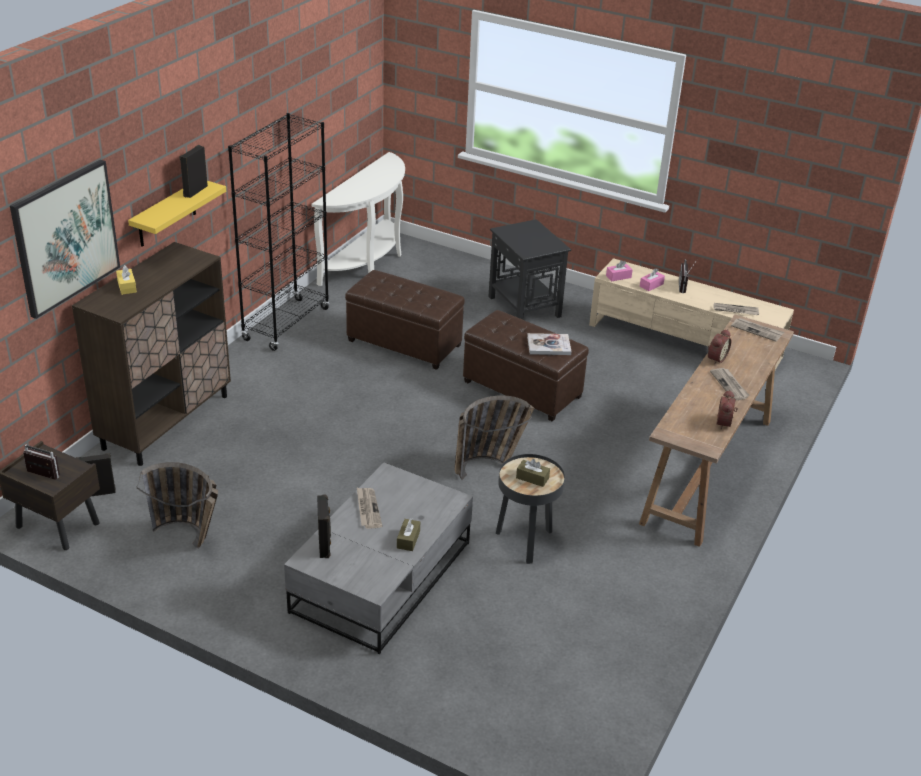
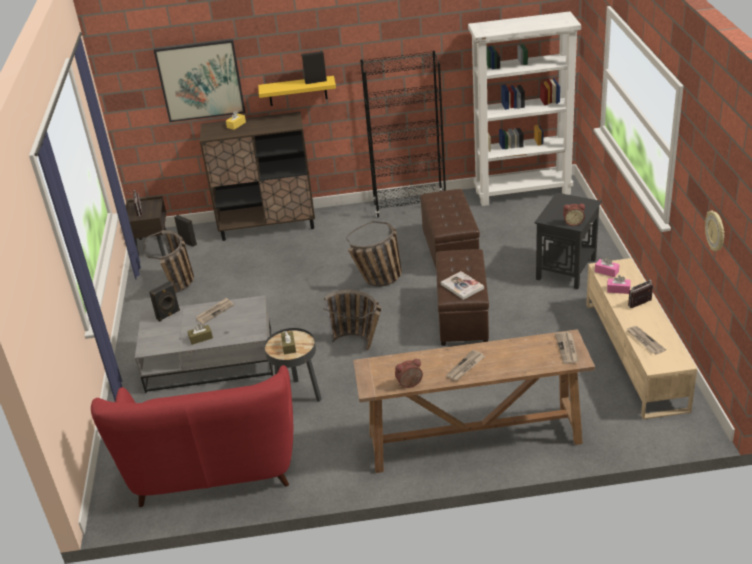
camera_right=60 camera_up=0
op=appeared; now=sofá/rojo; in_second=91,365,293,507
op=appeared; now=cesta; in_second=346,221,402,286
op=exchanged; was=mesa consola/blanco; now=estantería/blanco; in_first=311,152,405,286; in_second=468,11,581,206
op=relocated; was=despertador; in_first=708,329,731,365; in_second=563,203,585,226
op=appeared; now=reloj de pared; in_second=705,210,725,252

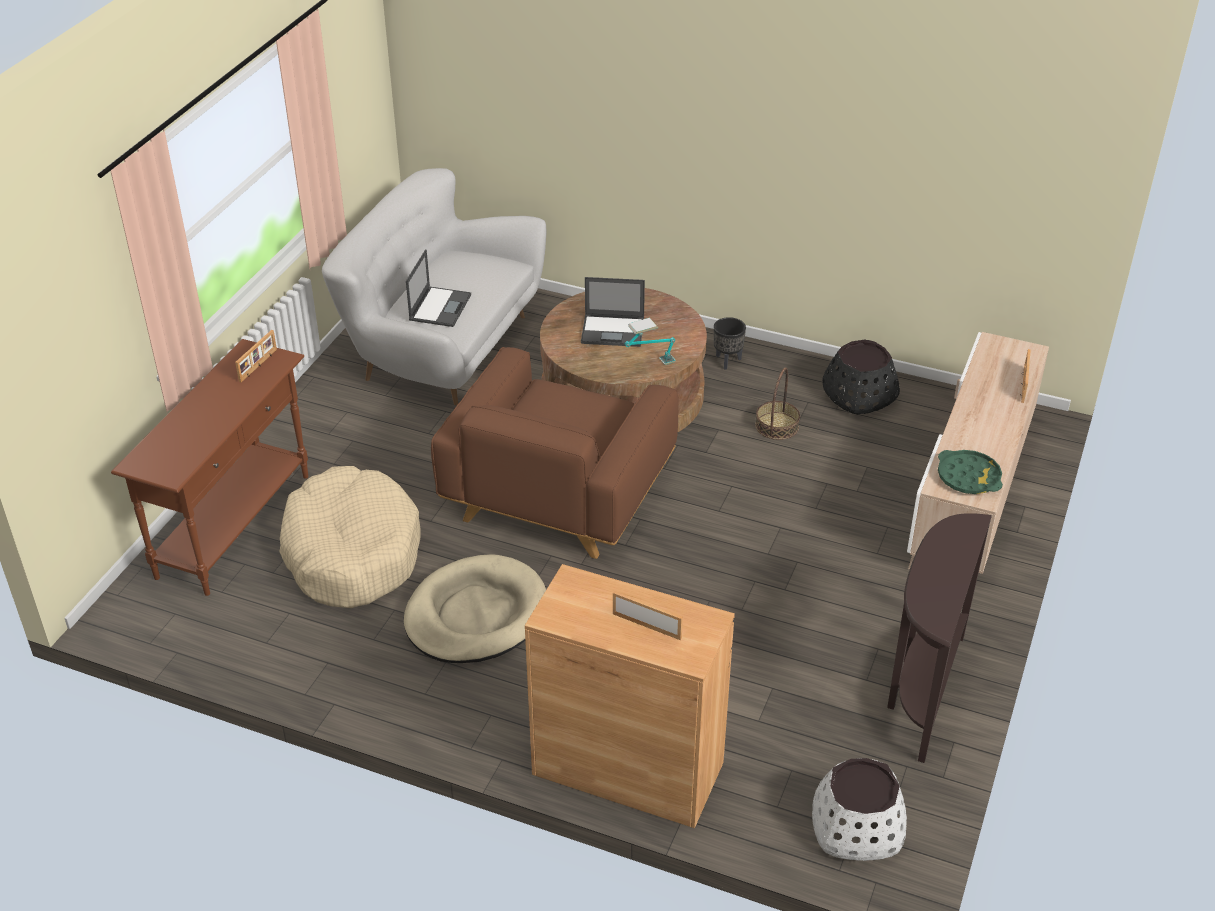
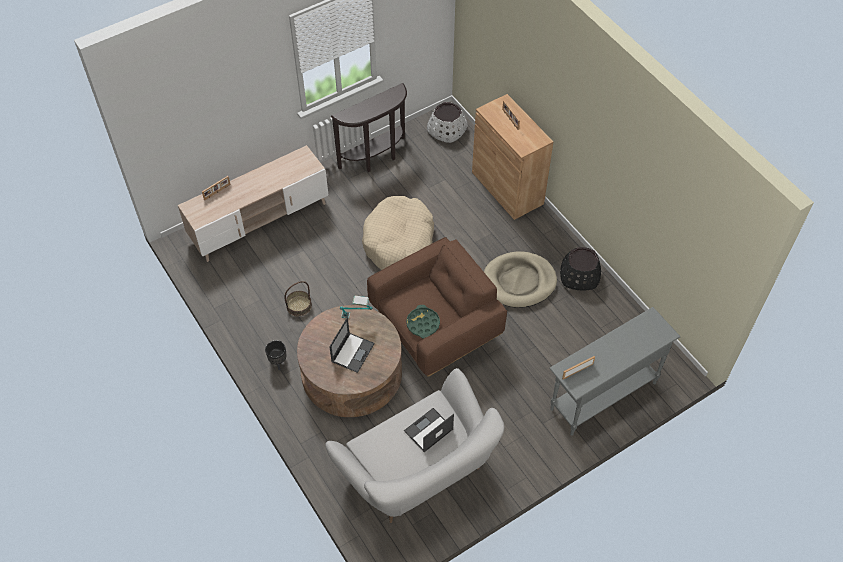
camera_right=-145 camera_up=15
op=spun; was=portátil; in_first=581,277,645,347; in_second=329,317,375,373; clockwise=75
op=relocated; was=cama para perro/beis; in_first=279,466,420,608; in_second=362,196,434,270
op=relocated; was=bandeja/verde; in_first=938,450,1003,494; in_second=406,305,440,339
op=colour; was=mesa consola/marrón; now=mesa consola/gris; in_first=111,339,309,596; in_second=549,307,680,436
op=relocated; was=maceta/negro; in_first=822,340,900,414; in_second=560,247,601,290

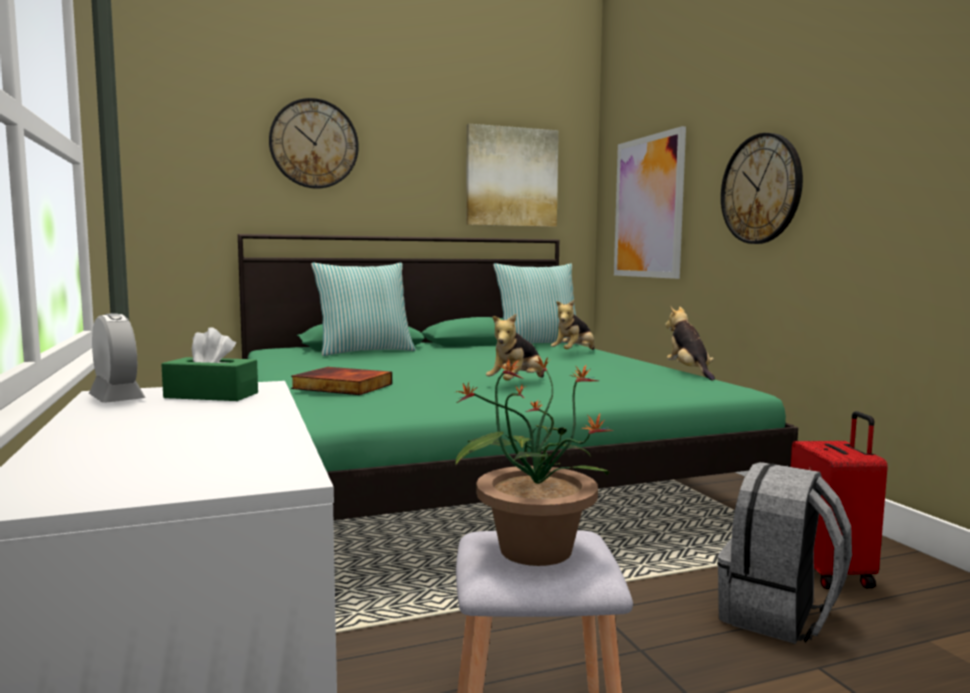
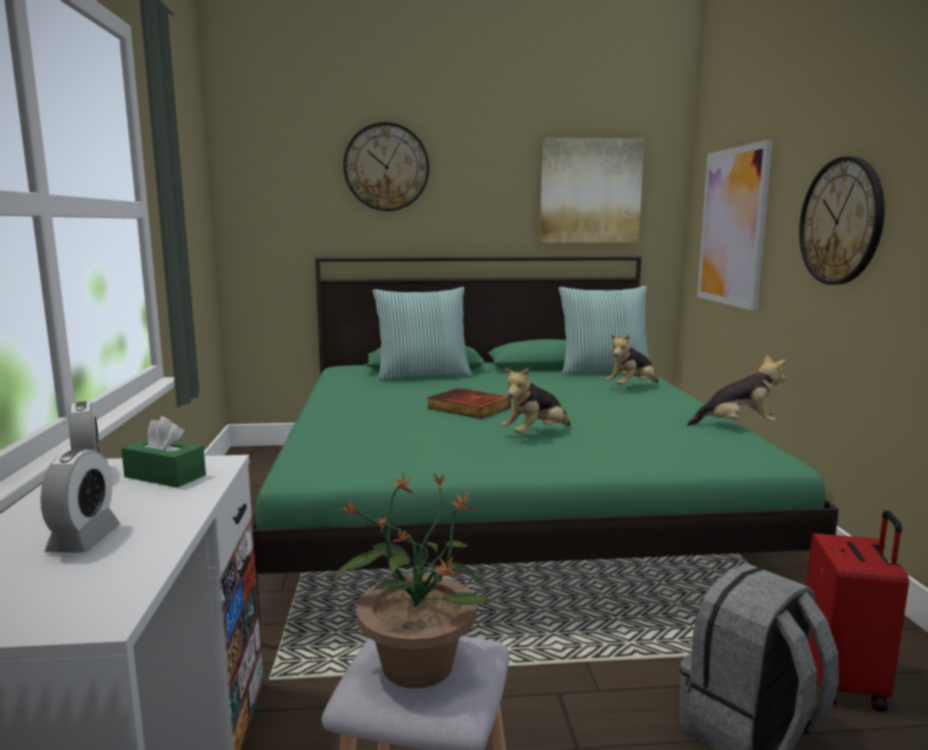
camera_right=15 camera_up=5
op=appeared; now=despertador; in_second=40,448,120,553
op=relocated; was=libro; in_first=291,367,392,395; in_second=427,388,511,419
op=spun; was=peluche; in_first=665,306,715,381; in_second=687,354,786,426; clockwise=90

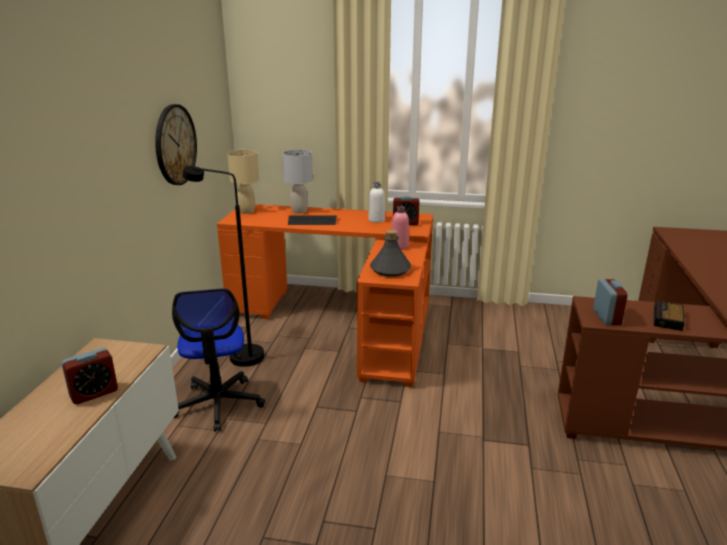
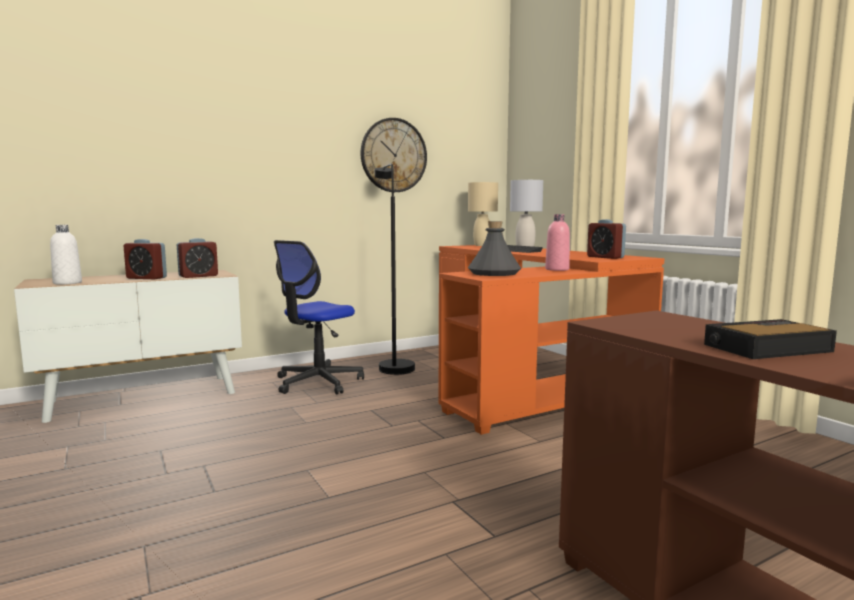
camera_right=50 camera_up=-15
op=relocated; was=botella/blanco; in_first=368,182,385,223; in_second=50,225,82,285
op=relocated; was=despertador; in_first=593,279,628,325; in_second=177,238,218,278

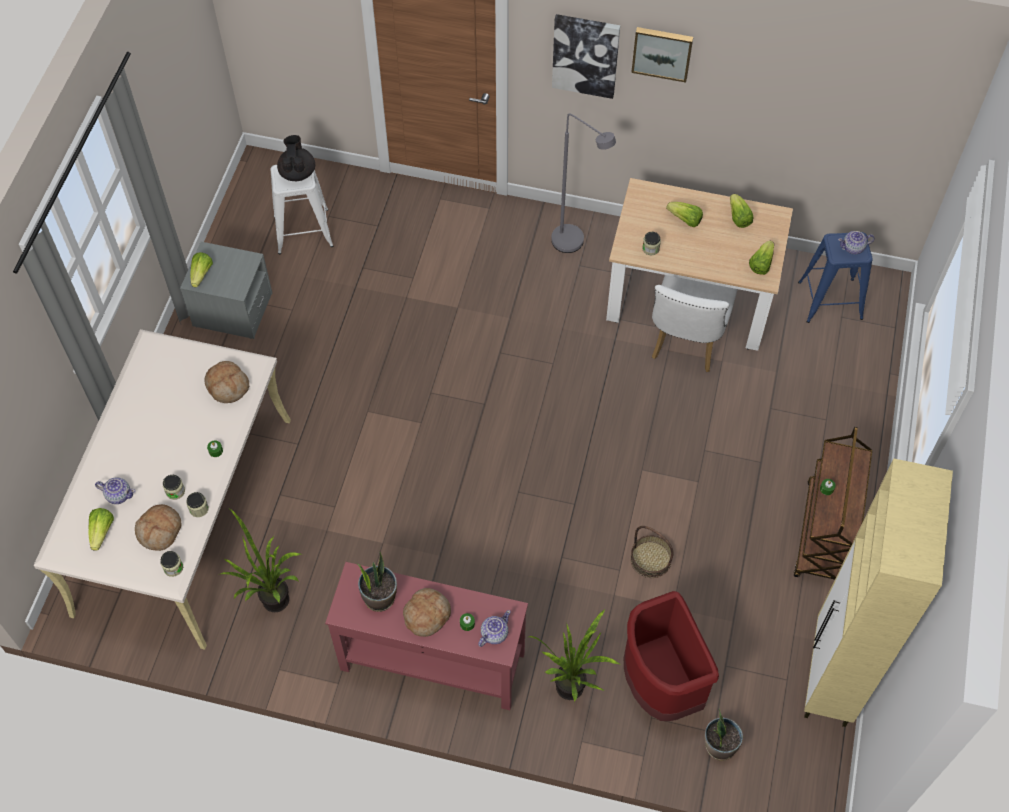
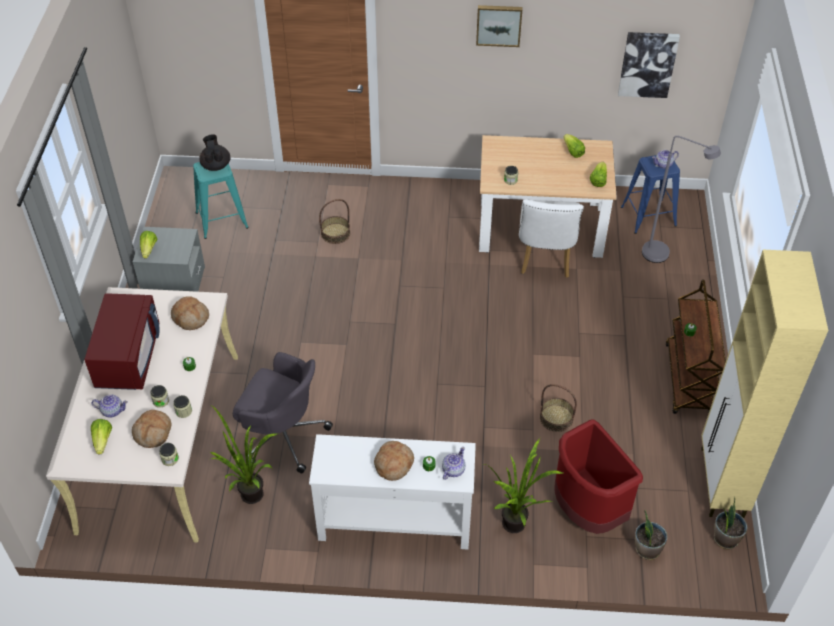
camera_right=-10 camera_up=-10
op=appeared; now=microondas/rojo; in_second=84,293,160,390
op=colour; was=taburete/blanco; now=taburete/turquesa; in_first=270,165,333,254; in_second=193,162,249,239
op=appeared; now=silla de oficina/gris; in_second=233,352,333,473
op=colour; was=mesa consola/rojo; now=mesa consola/blanco; in_first=325,562,528,710; in_second=309,434,476,549
op=appeared; now=cesta; in_second=319,199,350,244
op=relocated; was=cuadro; in_first=552,14,620,99; in_second=618,32,680,98
op=relocated; was=lámpara de pie/gris; in_first=551,113,616,253; in_second=642,136,721,263
op=relocated; was=planta en maceta; in_first=357,552,397,612; in_second=714,497,747,549
op=missing; was=lechuga; in_first=666,202,703,227

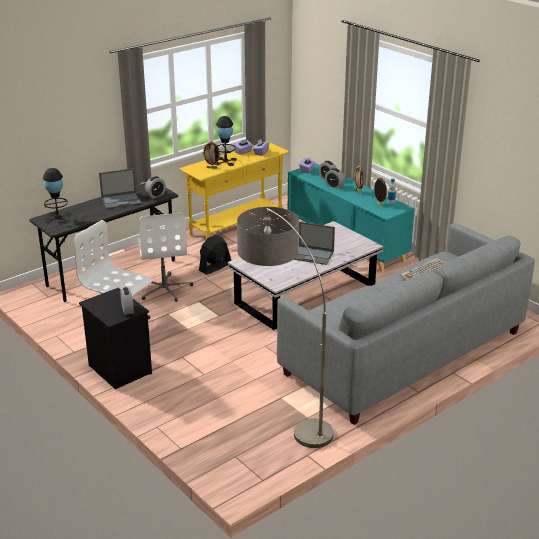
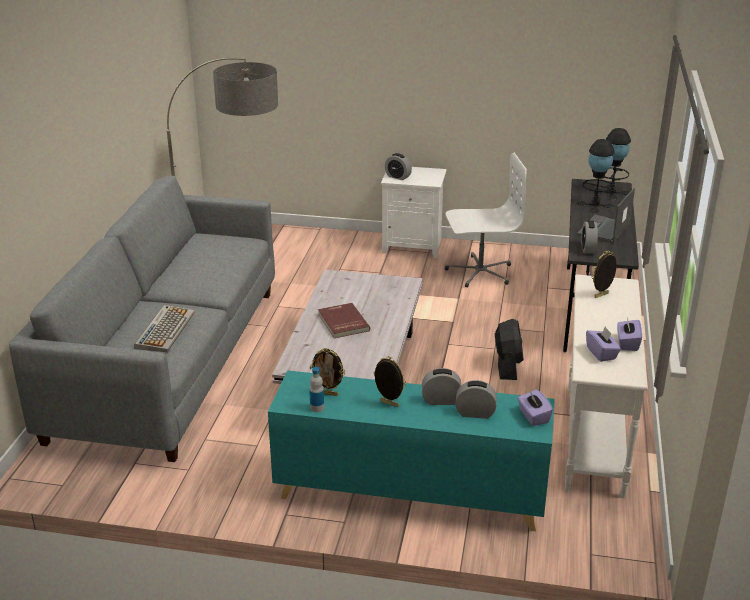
camera_right=140 camera_up=0
op=exchanged; was=portátil; now=libro/rojo; in_first=294,222,335,265; in_second=318,303,370,339
op=colour; was=mesita de noche/negro; now=mesita de noche/blanco; in_first=79,288,152,389; in_second=381,167,447,258
op=colour; was=mesa consola/amarillo; now=mesa consola/blanco; in_first=179,141,290,240; in_second=565,274,648,498
op=relocated; was=lámpara de mesa/negro; in_first=215,116,237,166; in_second=577,139,615,213
op=missing; was=silla de oficina/blanco; in_first=138,213,193,302

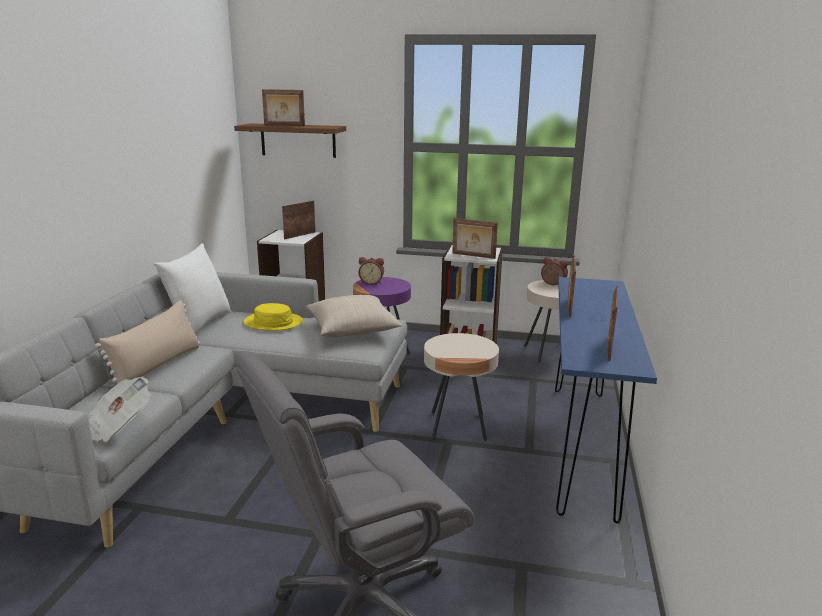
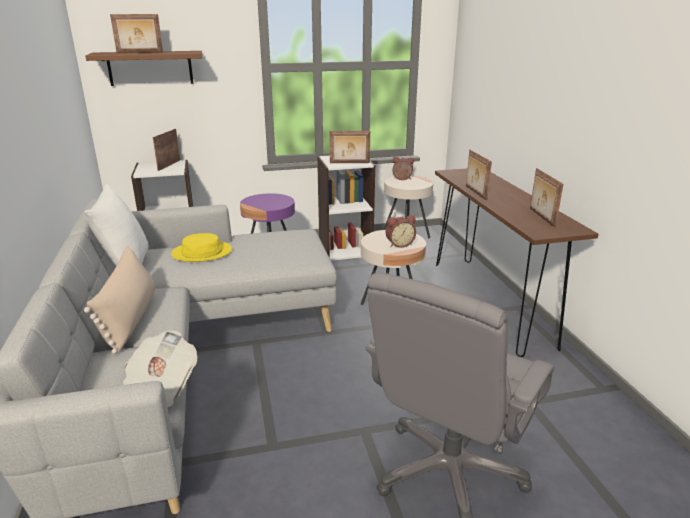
camera_right=-25 camera_up=5
op=relocated; was=despertador; in_first=359,257,384,285; in_second=386,215,416,248
op=colour; was=mesa consola/azul; now=mesa consola/marrón; in_first=555,277,657,523; in_second=435,168,599,357
op=missing; was=cojín/beis; in_first=306,295,402,337

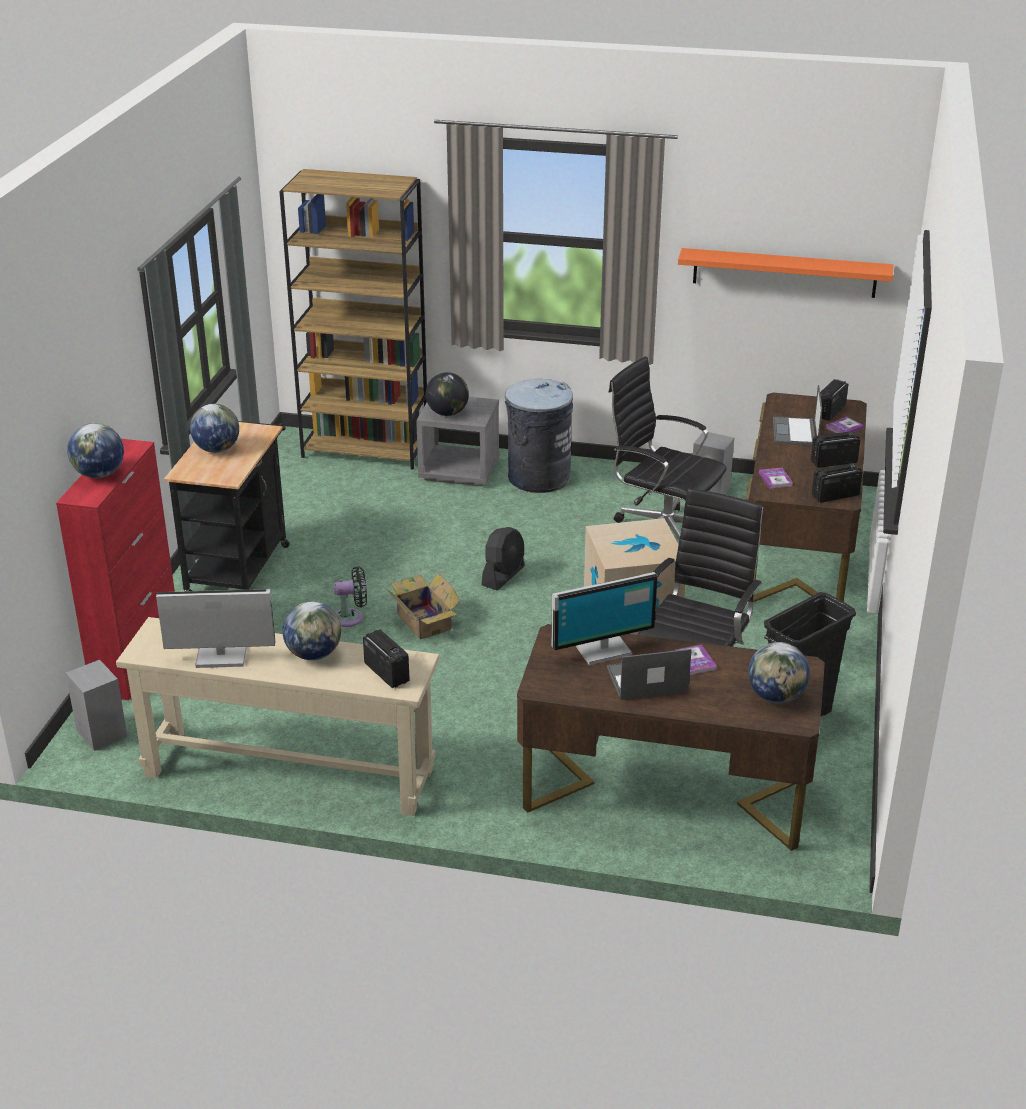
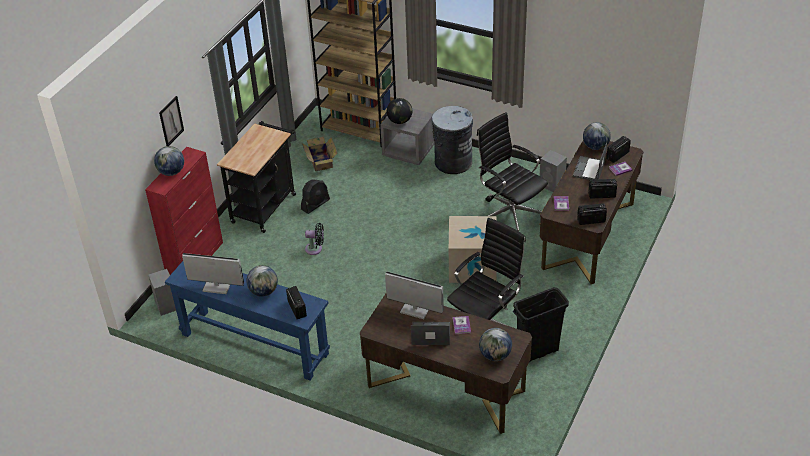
camera_right=15 camera_up=10
op=appeared; now=cuadro; in_second=159,96,184,146
op=colour; was=mesa consola/beis; now=mesa consola/azul; in_first=116,617,439,816; in_second=165,261,330,380
op=relocated; was=ventilador/negro; in_first=481,527,525,590; in_second=301,179,330,214
op=relocated; was=caja de cartón; in_first=385,573,460,639; in_second=302,137,337,171
op=spun; was=monitor; in_first=551,572,658,665; in_second=385,272,444,319; clockwise=-150
op=relocated; was=globo terráqueo; in_first=190,404,239,453; in_second=583,122,611,150
op=missing; was=estante/naranja; in_first=678,248,893,298

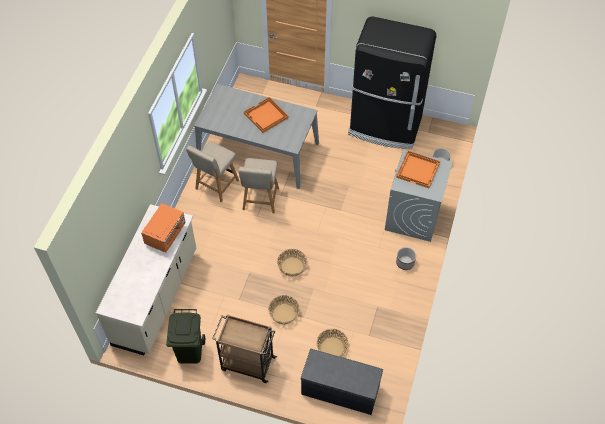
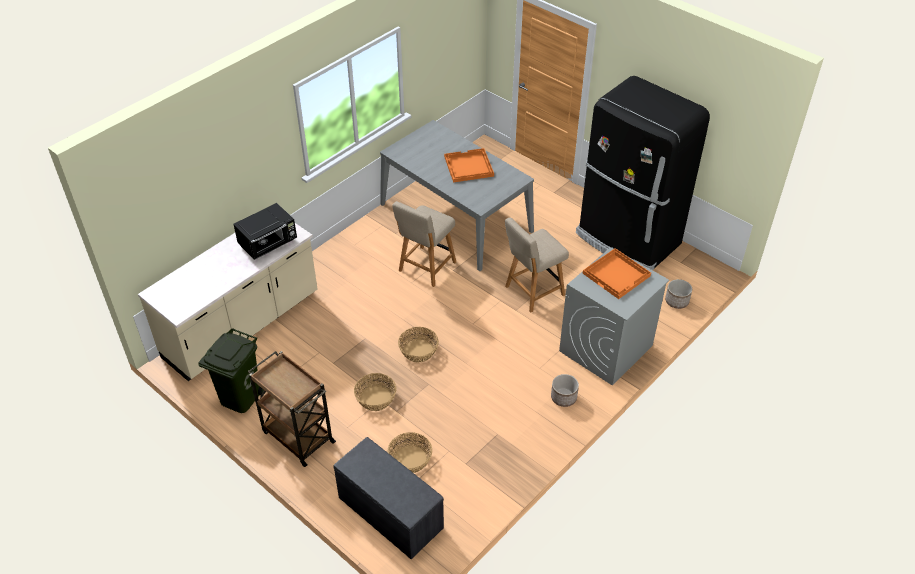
camera_right=25 camera_up=-10
op=colour; was=microondas/naranja; now=microondas/negro; in_first=141,203,186,252; in_second=234,203,297,260
op=relocated; was=silla/beis; in_first=186,142,239,202; in_second=505,218,569,312

